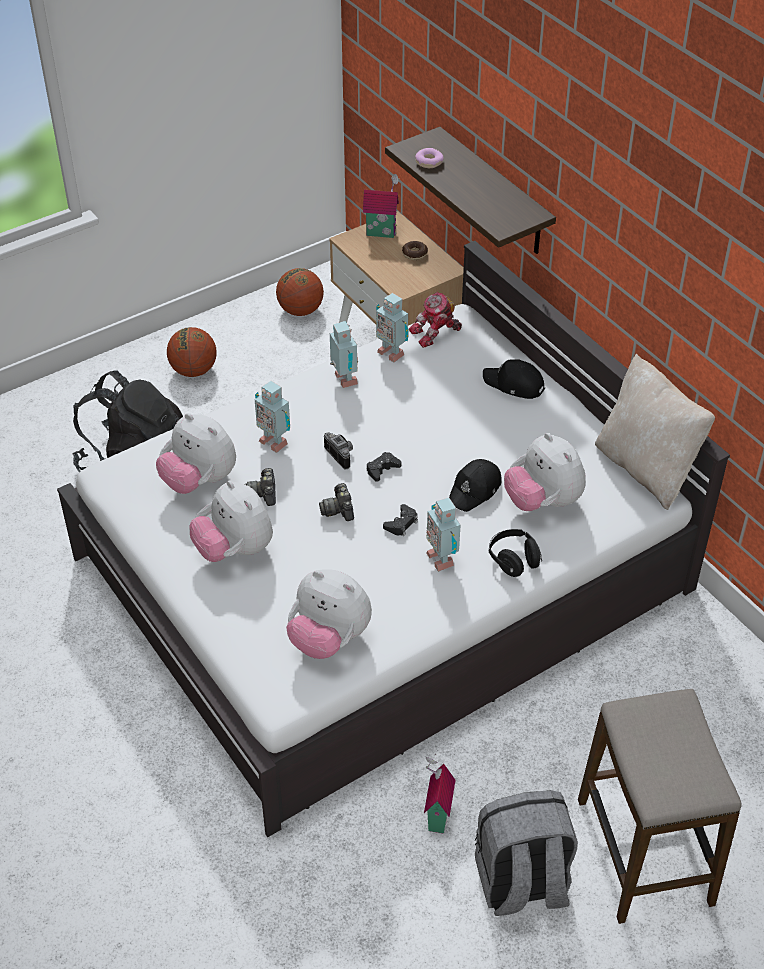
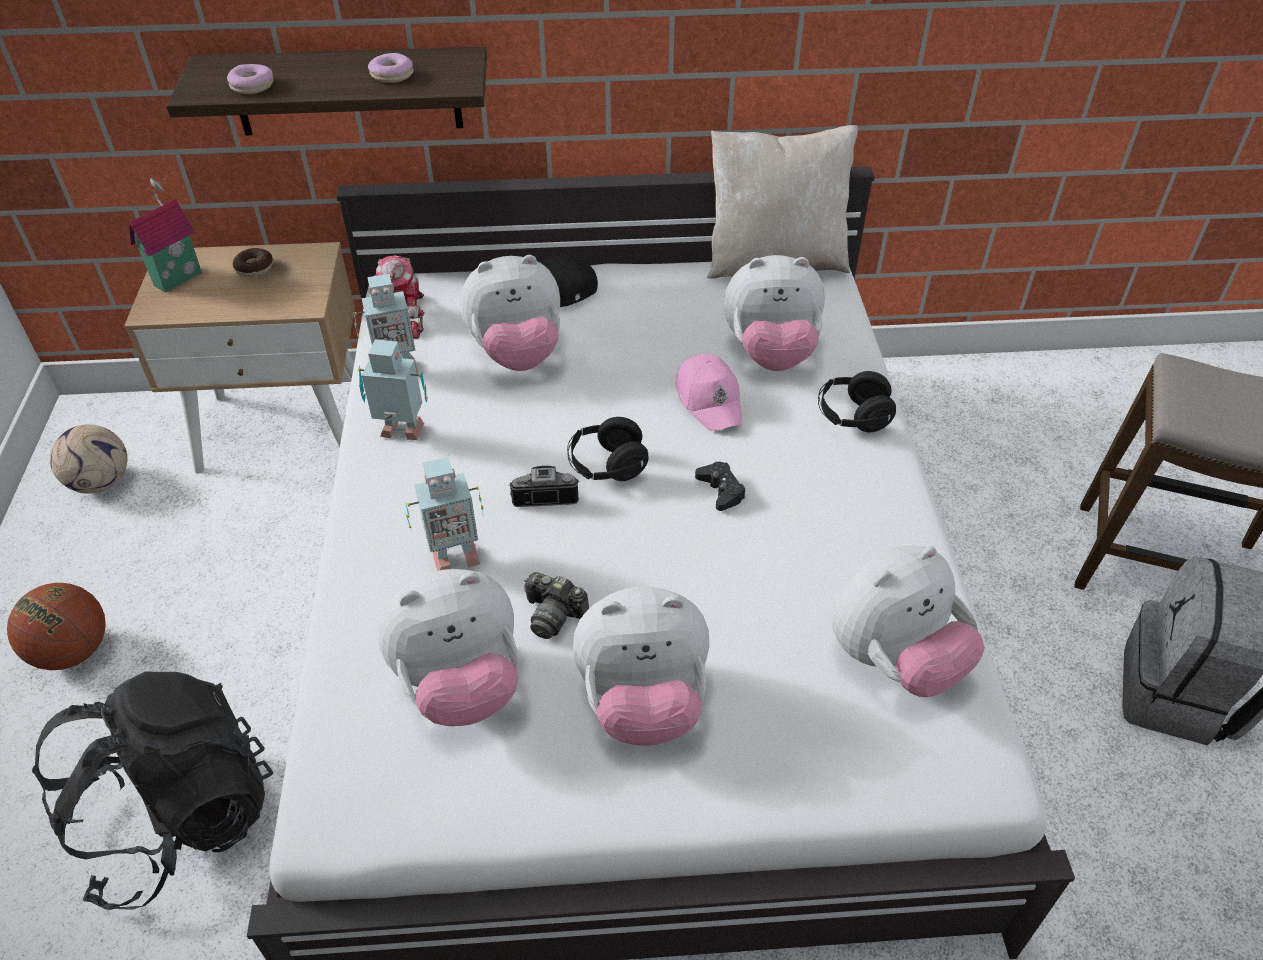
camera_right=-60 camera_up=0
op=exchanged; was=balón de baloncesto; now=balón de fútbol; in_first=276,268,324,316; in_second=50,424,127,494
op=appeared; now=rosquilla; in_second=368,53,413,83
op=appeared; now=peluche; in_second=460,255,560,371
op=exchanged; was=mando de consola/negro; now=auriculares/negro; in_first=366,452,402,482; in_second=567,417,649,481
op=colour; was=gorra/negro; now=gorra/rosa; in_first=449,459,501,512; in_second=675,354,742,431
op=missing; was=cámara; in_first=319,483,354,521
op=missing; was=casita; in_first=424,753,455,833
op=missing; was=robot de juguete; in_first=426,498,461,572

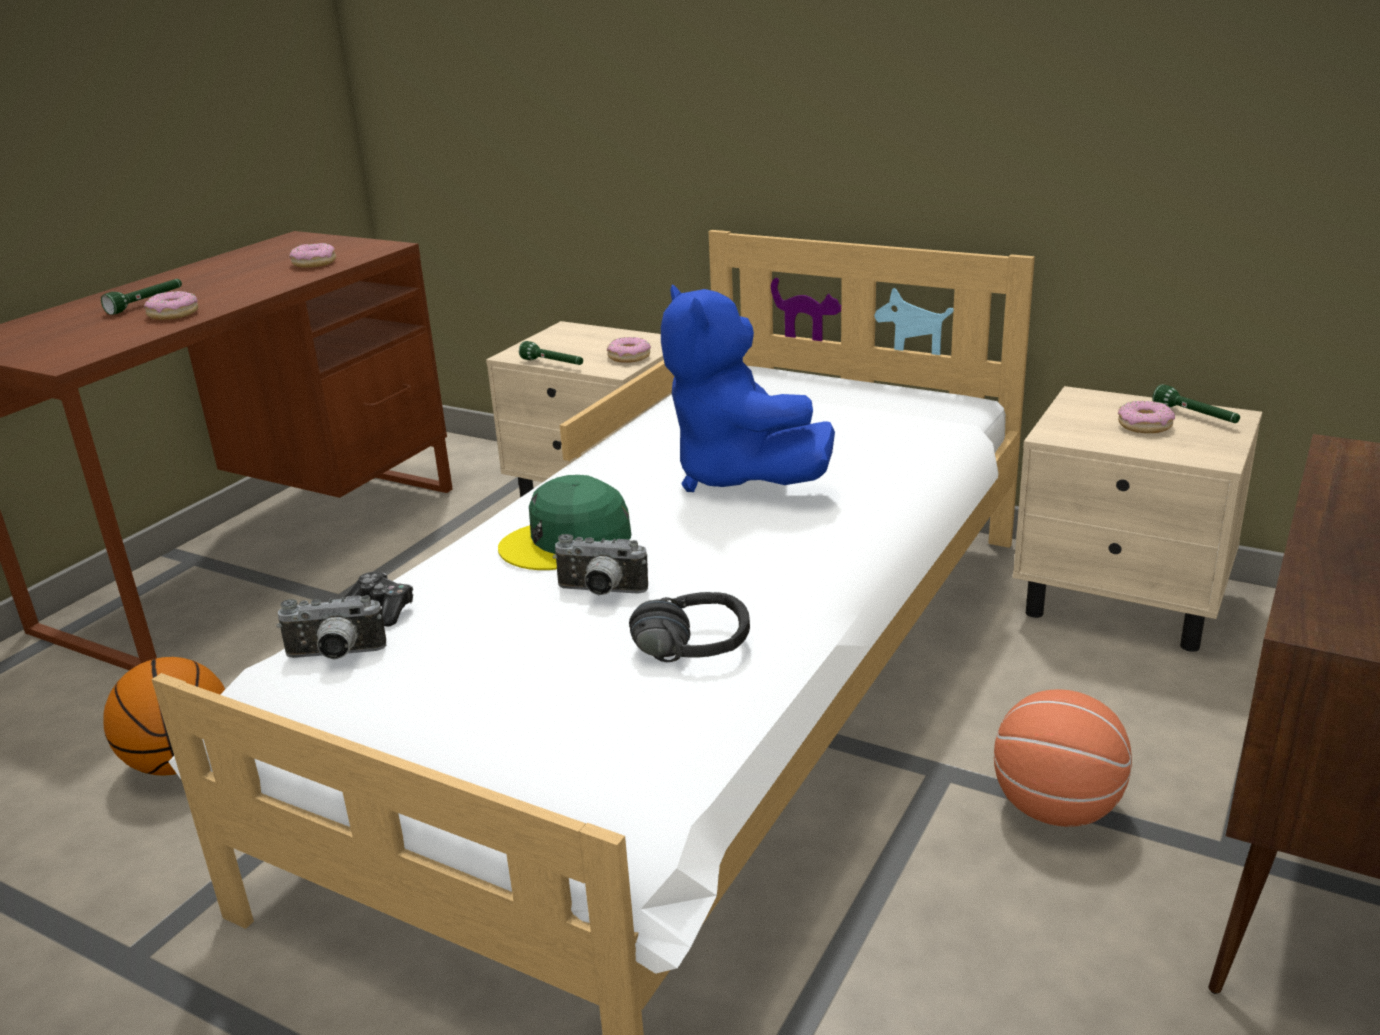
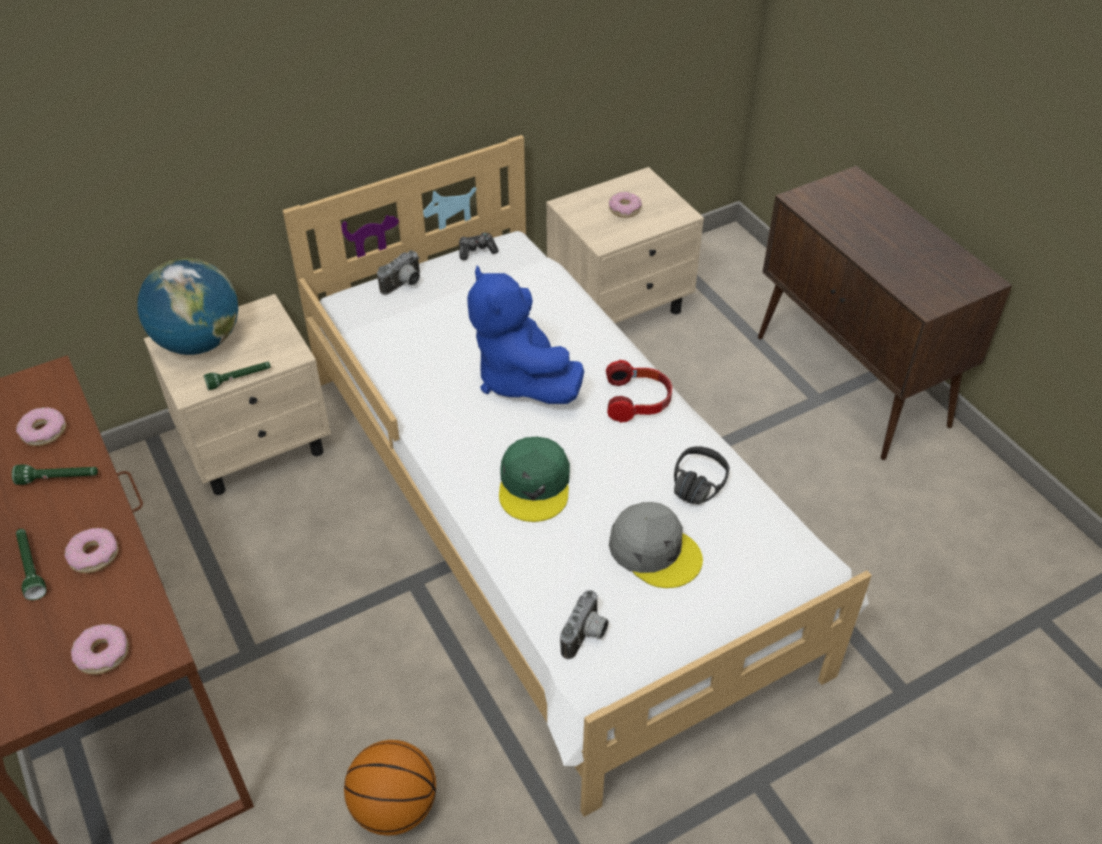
camera_right=-60 camera_up=20
op=relocated; was=linterna/verde; in_first=1152,384,1240,423; in_second=12,464,98,485
op=relocated; was=rosquilla; in_first=607,337,651,363; in_second=71,624,129,675
op=appeared; now=globo terráqueo; in_second=137,258,238,355
op=relocated; was=cámara; in_first=553,534,648,595; in_second=377,250,420,295
op=relocated; was=mando de consola; in_first=345,572,413,627; in_second=459,232,499,260
op=spun; was=peluche/azul; in_first=661,284,835,492; in_second=467,265,584,404; clockwise=60
op=appeared; now=auriculares; in_second=606,360,673,423
op=appeared; now=gorra/gris; in_second=609,502,703,588
op=missing; was=balón de baloncesto; in_first=994,689,1132,827

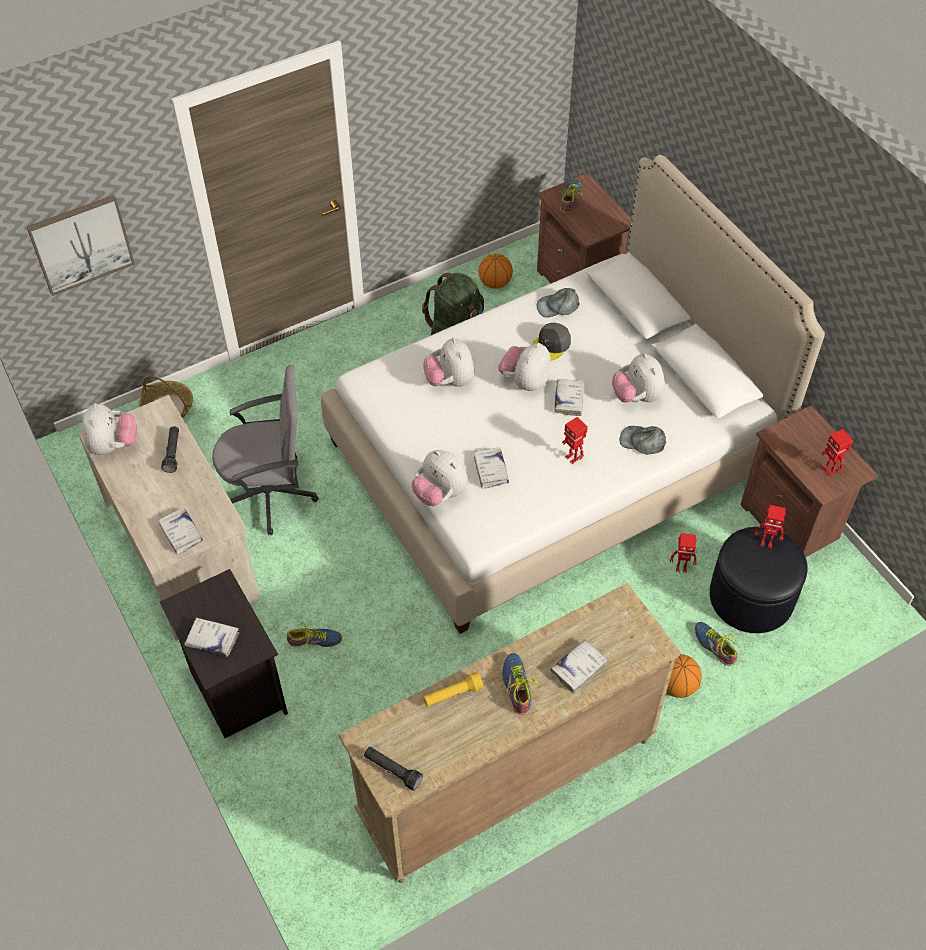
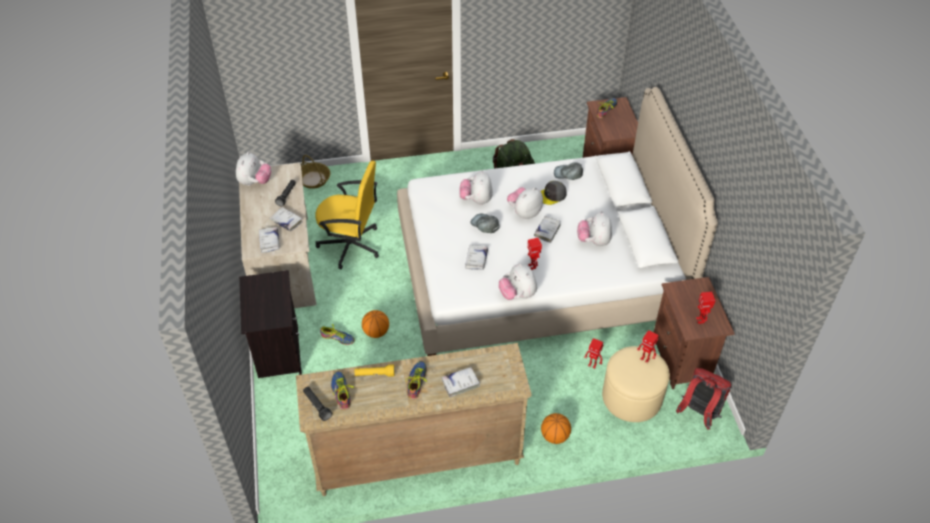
camera_right=20 camera_up=-5
op=relocated; was=libro/blanco; in_first=184,618,239,657; in_second=270,207,302,231
op=colour; was=silla de oficina/gris; now=silla de oficina/amarillo; in_first=212,365,319,535; in_second=315,160,379,269
op=relocated; was=zapato; in_first=695,622,739,666; in_second=331,371,354,410
op=relocated; was=balón de baloncesto; in_first=478,254,513,289; in_second=362,310,389,338
op=relocated; was=gorra/gris; in_first=620,426,666,455; in_second=471,214,499,233
op=relocated; was=peluche; in_first=412,450,468,506; in_second=499,263,537,300
op=colour; was=puf/negro; now=puf/beis; in_first=710,527,808,633; in_second=602,346,670,422
op=appeared; now=mochila/rojo; in_second=676,368,732,429
op=missing; was=cuadro; in_first=27,195,135,296

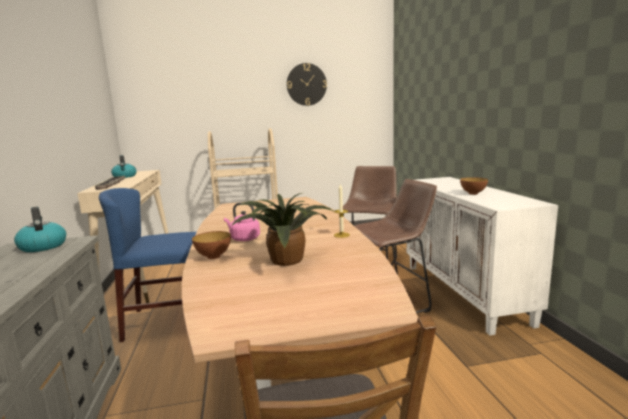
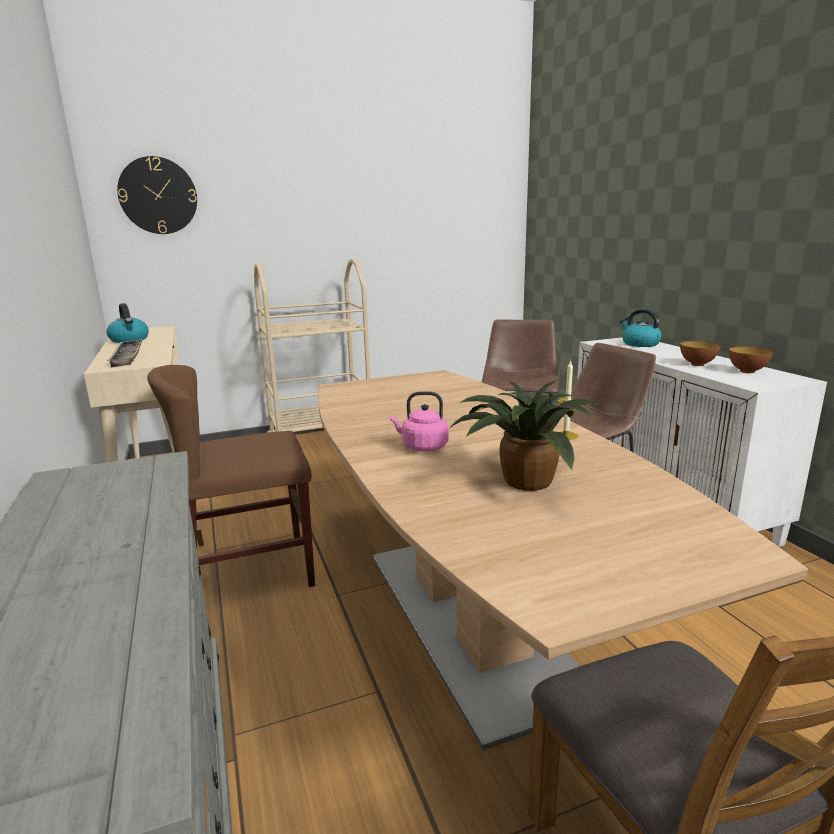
camera_right=-10 camera_up=5
op=relocated; was=reloj de pared; in_first=287,63,327,106; in_second=117,156,197,234
op=colour; was=silla/azul; now=silla/marrón; in_first=99,188,196,342; in_second=147,365,315,587
op=relocated; was=hervidor; in_first=14,207,66,252; in_second=620,309,662,347
op=relocated; was=cuenco; in_first=192,231,231,259; in_second=729,346,773,373

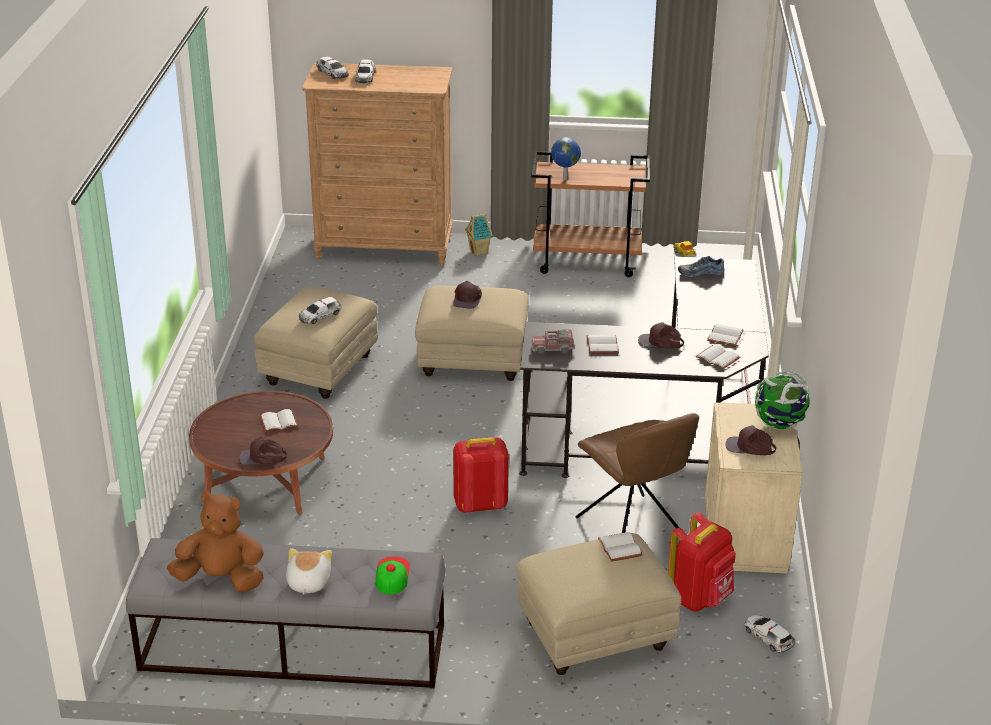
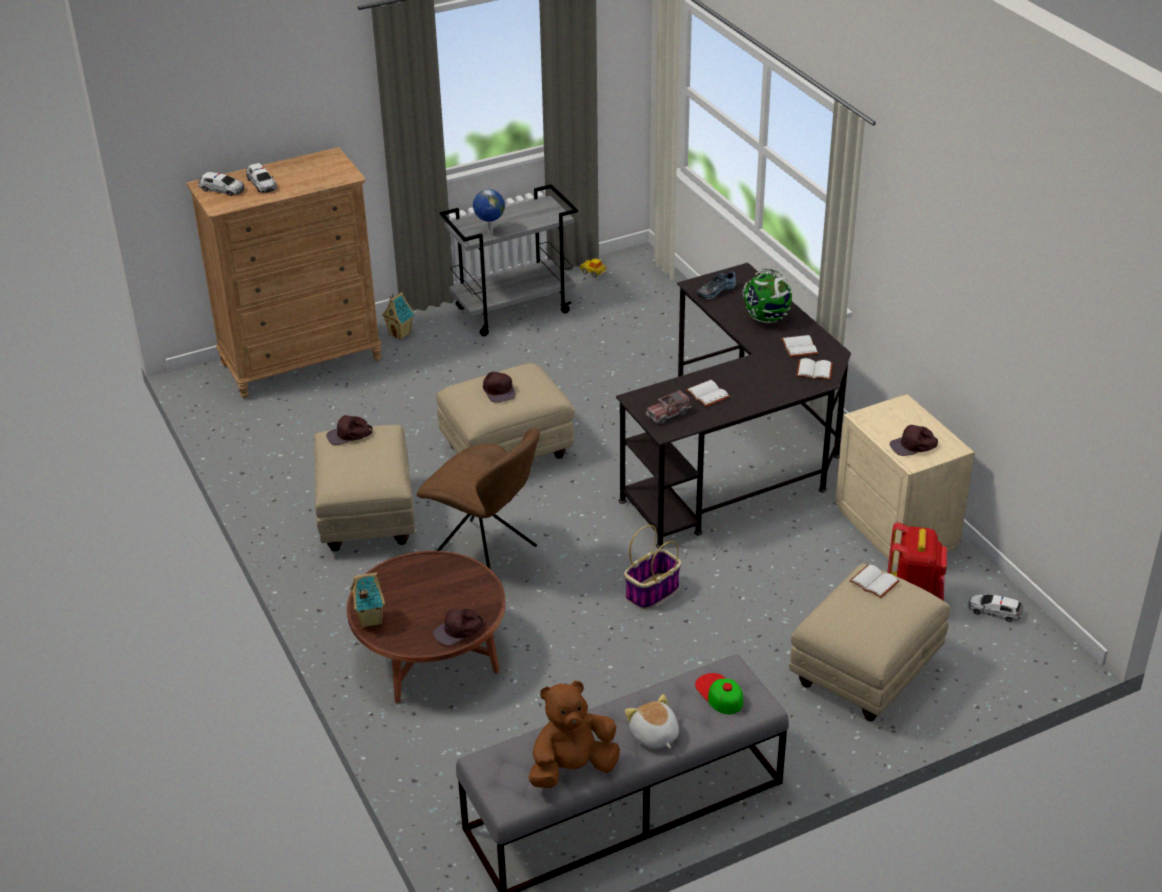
camera_right=-30 camera_up=5
op=relocated; was=gorra/marrón; in_first=638,322,684,348; in_second=326,415,372,445
op=appeared; now=casita; in_second=350,572,385,628
op=relocated; was=silla/marrón; in_first=576,413,699,533; in_second=416,428,540,568
op=colour; was=carrito/marrón; now=carrito/gris; in_first=531,151,650,277; in_second=440,184,578,336
op=exchanged; was=mochila/rojo; now=cesta; in_first=453,437,509,513; in_second=624,525,681,609
op=relocated; was=globo terráqueo; in_first=755,370,810,430; in_second=742,268,792,323
op=missing; was=libro/blanco; in_first=260,409,298,432
op=missing; was=coche de juguete; in_first=299,297,342,324

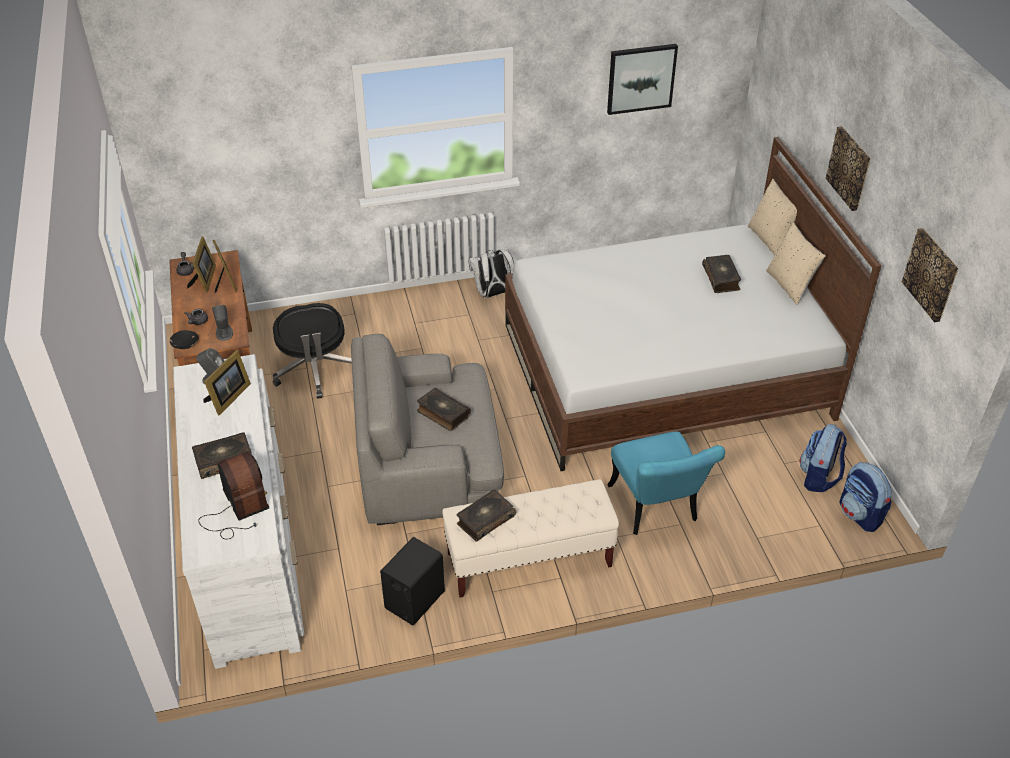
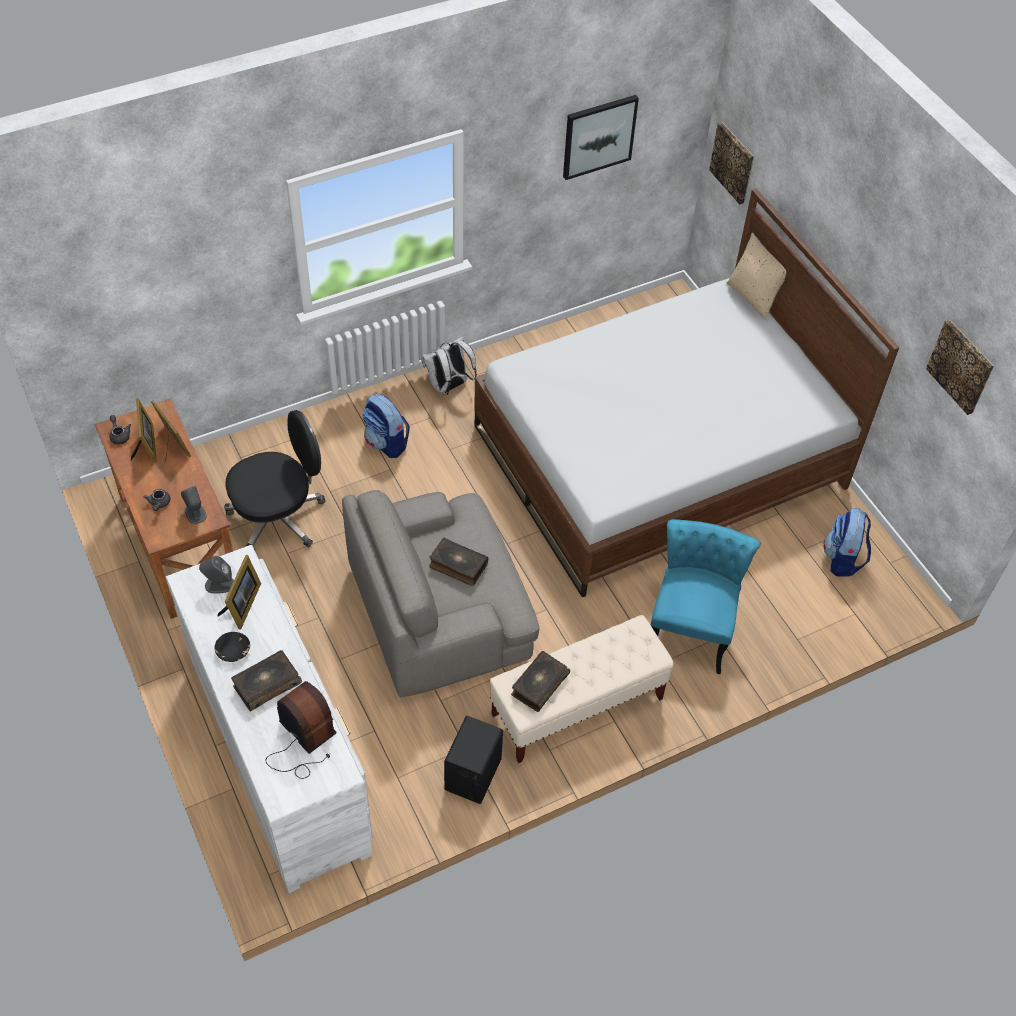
camera_right=-15 camera_up=10
op=relocated; was=cuenco/negro; in_first=170,330,199,349; in_second=214,632,250,662
op=spun; was=silla de oficina/negro; in_first=273,303,352,398; in_second=224,410,325,550; clockwise=-90
op=relocated; was=mochila; in_first=839,462,892,532; in_second=362,394,410,458
op=spun; was=silla/turquesa; in_first=608,432,725,535; in_second=650,519,761,674; clockwise=-135
op=relocated; was=cuadro; in_first=825,126,871,211; in_second=709,122,754,205
op=missing; was=libro; in_first=702,255,741,293
op=missing; was=cojín/beis; in_first=766,222,826,305

